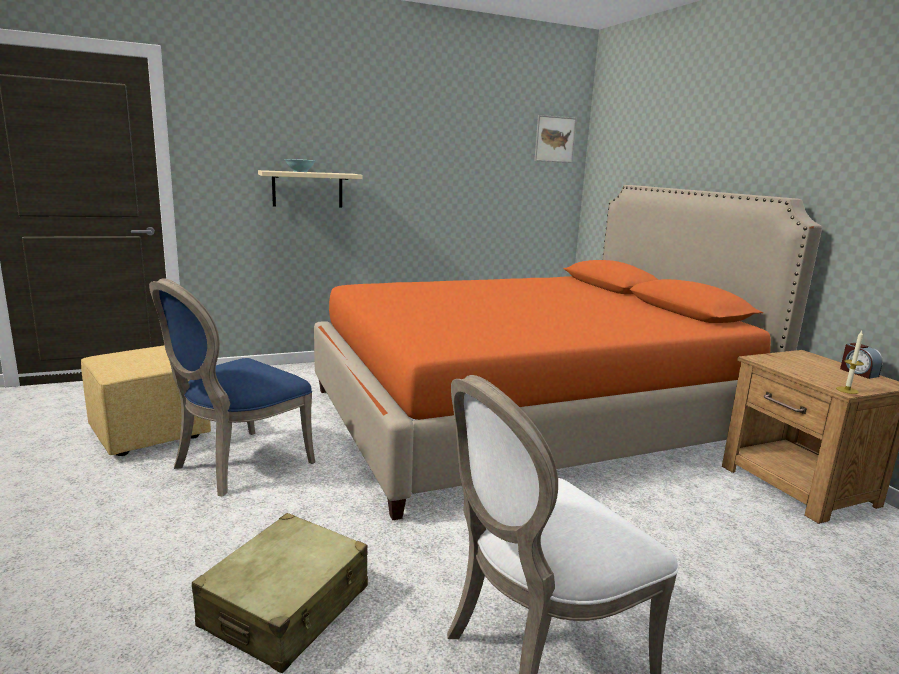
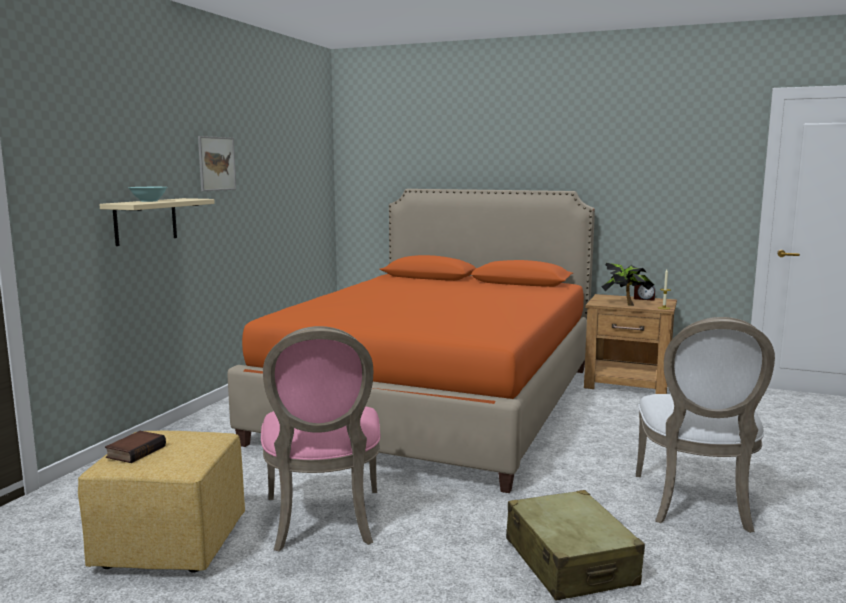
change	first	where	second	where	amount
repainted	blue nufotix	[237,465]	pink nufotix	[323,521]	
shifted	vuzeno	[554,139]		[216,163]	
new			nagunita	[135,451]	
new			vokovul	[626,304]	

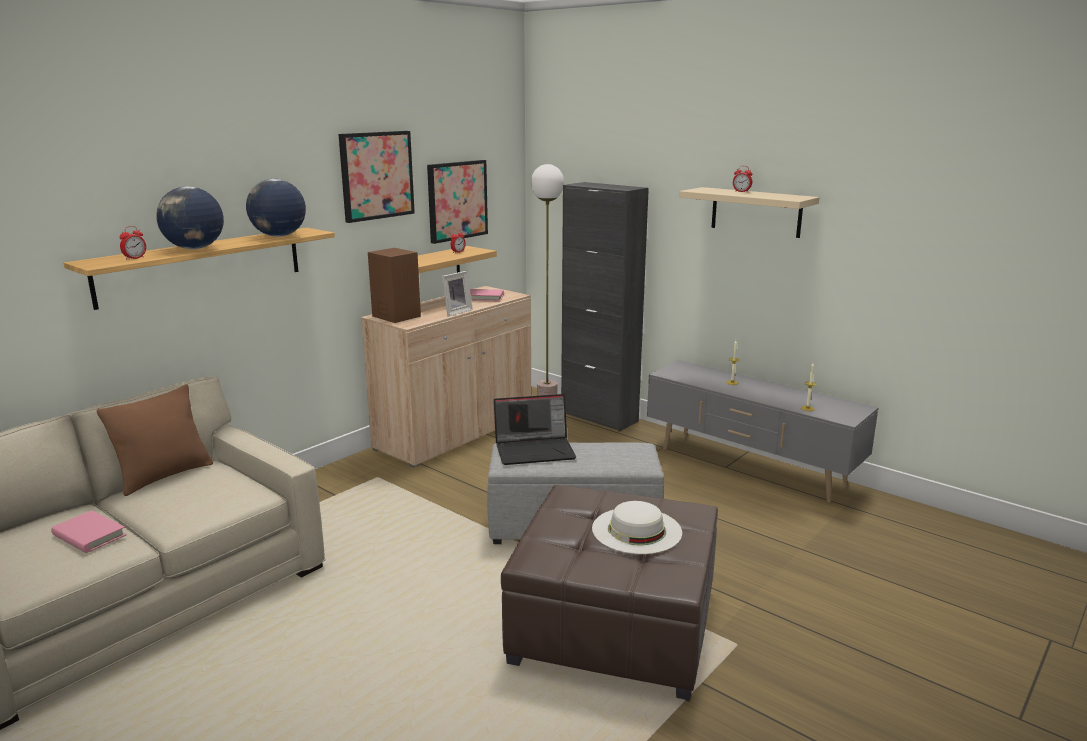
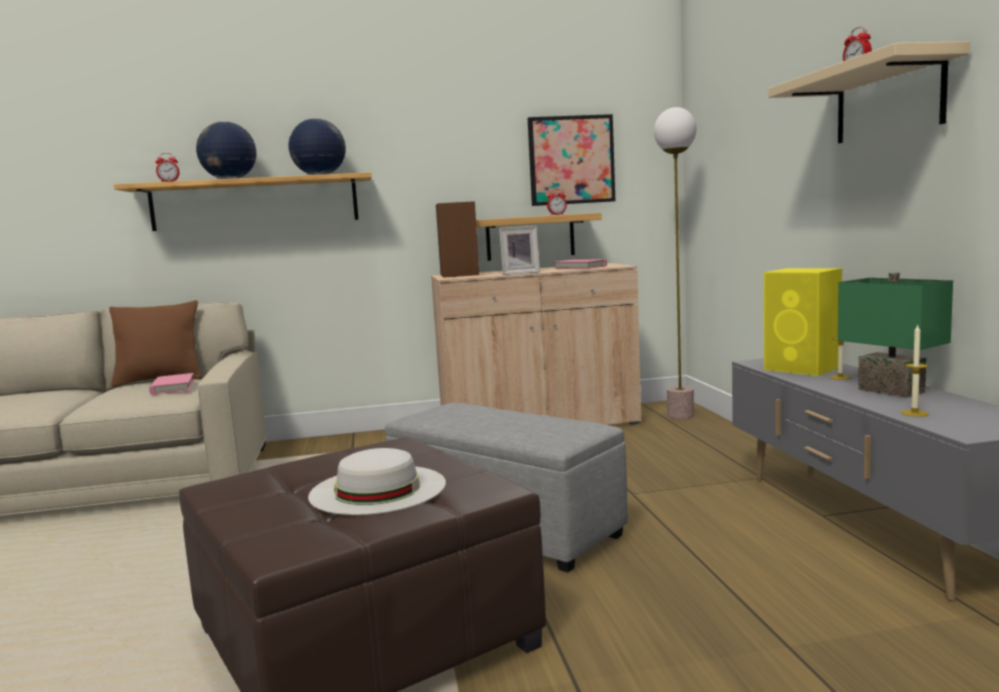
change	first	where	second	where	amount
shifted	pink nagunita	[89,535]		[173,387]	
gone	vuzeno	[376,175]			
gone	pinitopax	[535,450]			
gone	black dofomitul	[599,417]			
new			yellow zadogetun	[803,368]	
new			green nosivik	[893,390]	

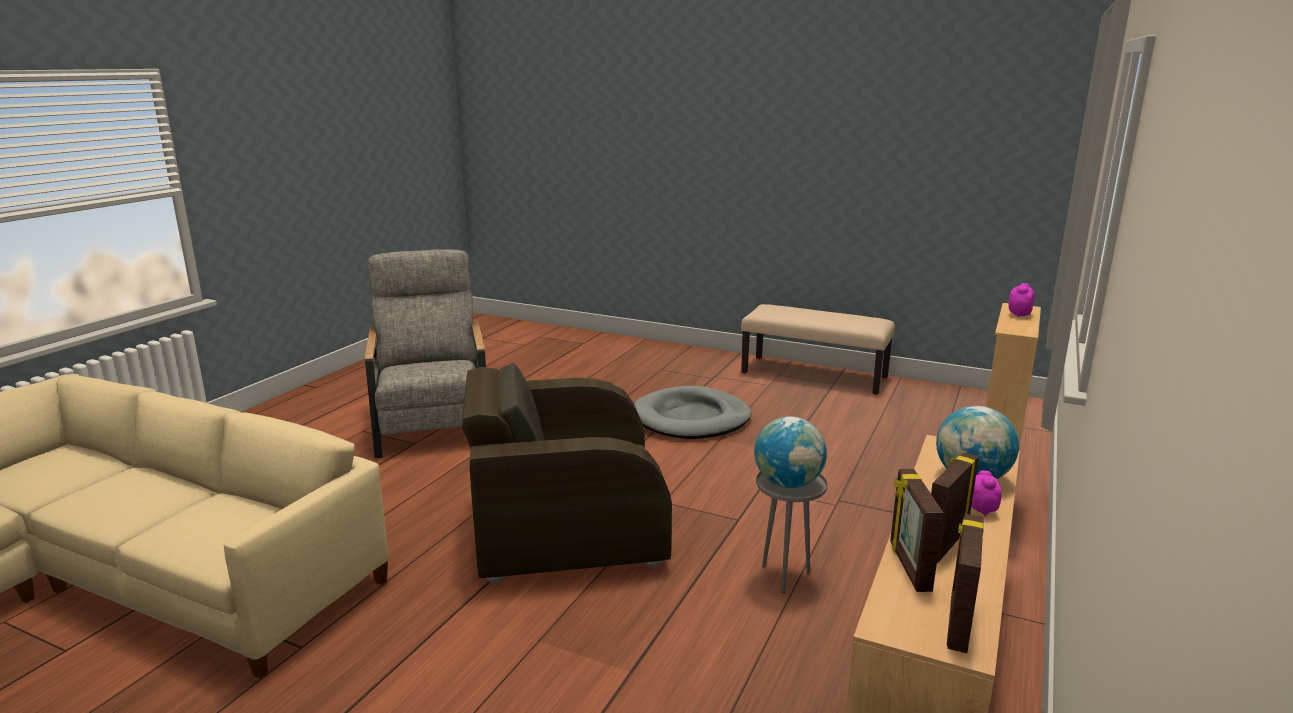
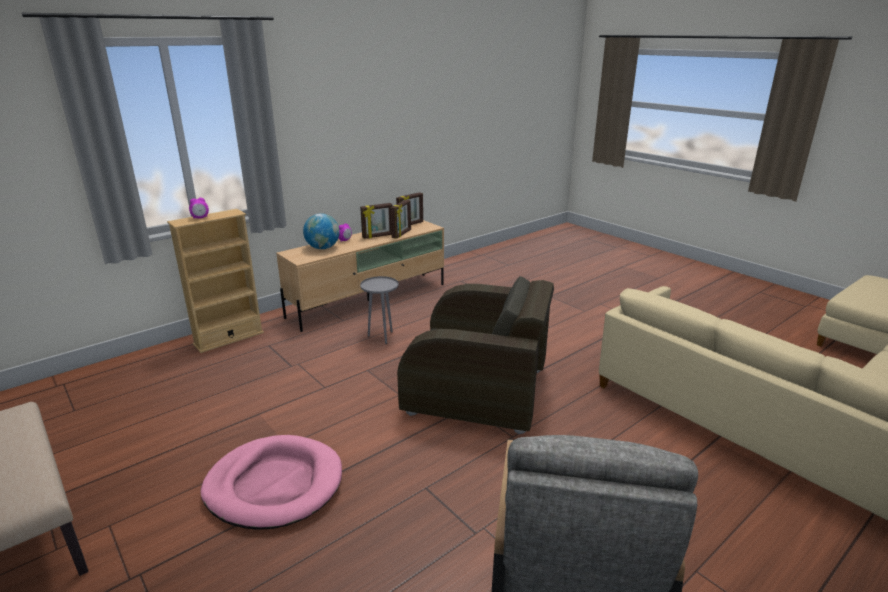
change	first	where	second	where	amount
repainted	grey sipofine	[691,418]	pink sipofine	[274,485]	
gone	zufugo	[788,484]			

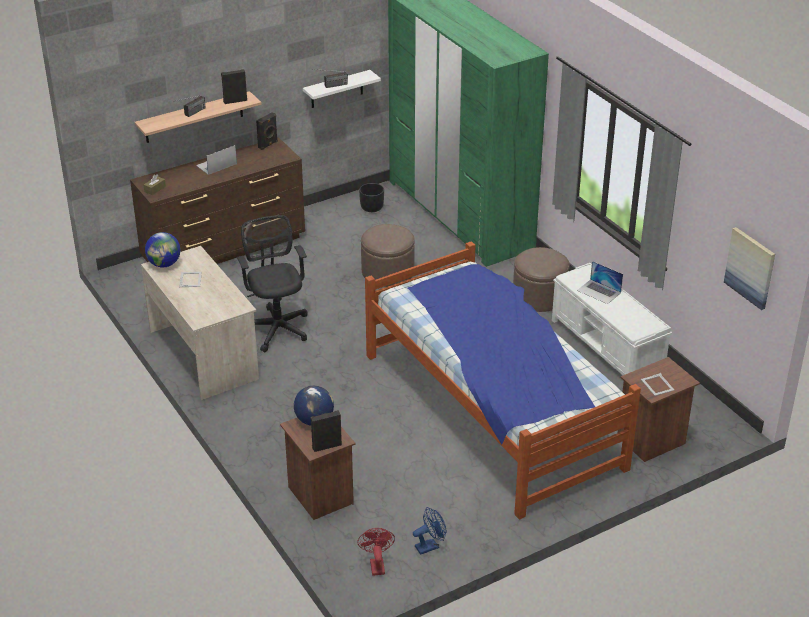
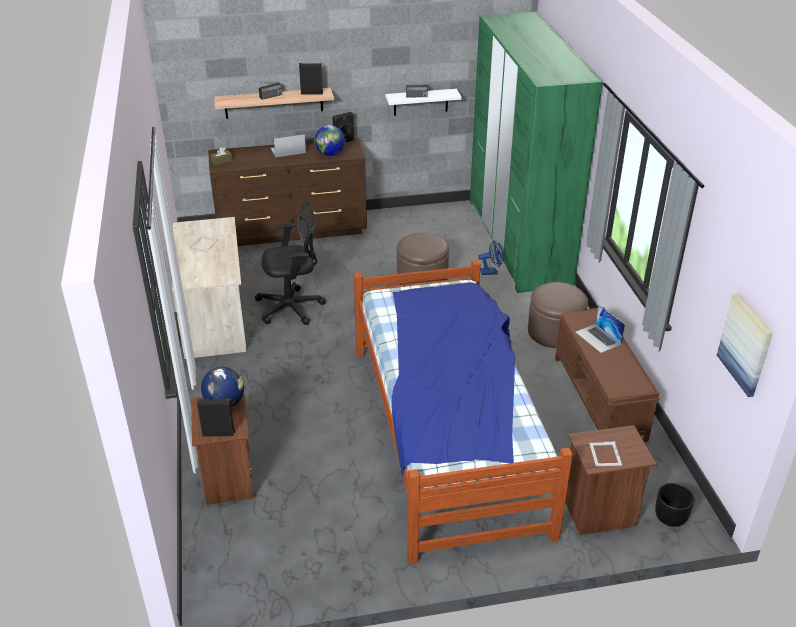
change	first	where	second	where	amount
shifted	zufugo	[164,264]		[330,154]	
rotated	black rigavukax	[277,327]		[293,307]	75 degrees clockwise
gone	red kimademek	[376,564]			
shifted	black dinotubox	[372,208]		[670,516]	
shifted	blue kimademek	[430,546]		[491,272]	
repainted	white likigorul	[607,347]	brown likigorul	[599,398]	

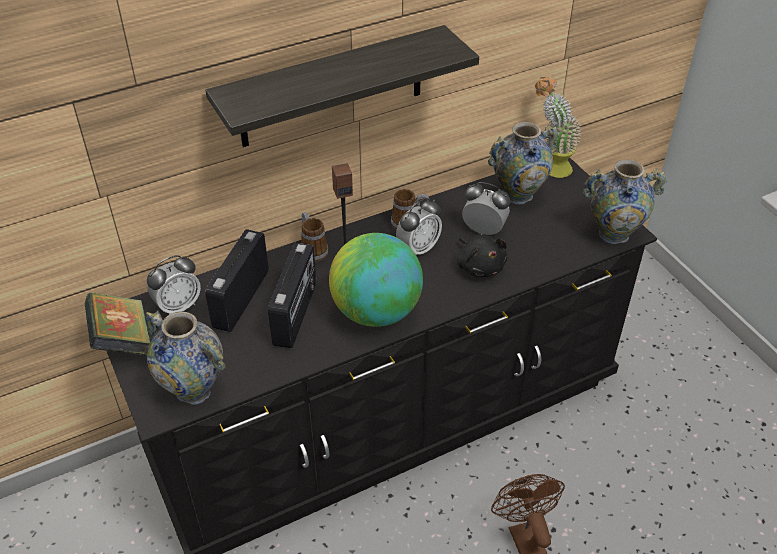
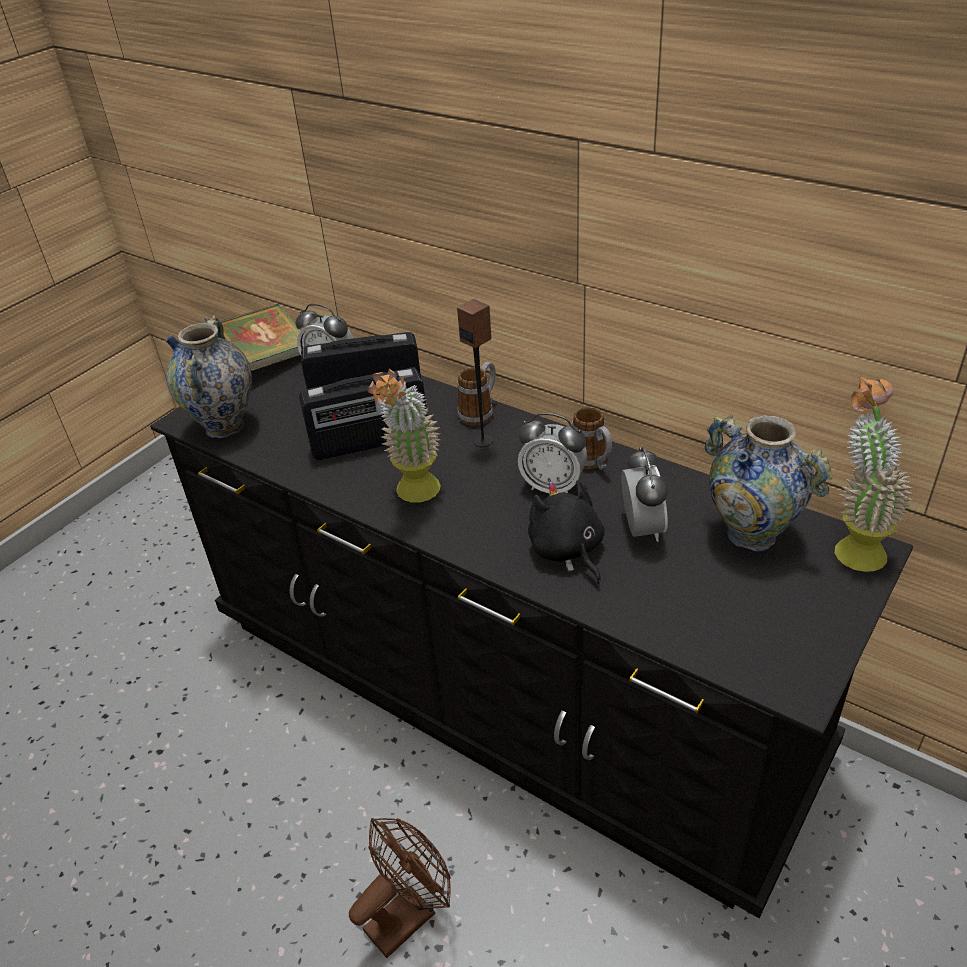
change	first	where	second	where	amount
gone	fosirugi	[332,87]			
swapped	zufugo	[376,312]	vokovul	[415,496]	
rotated	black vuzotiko	[480,266]		[567,551]	120 degrees clockwise
gone	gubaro	[614,234]			

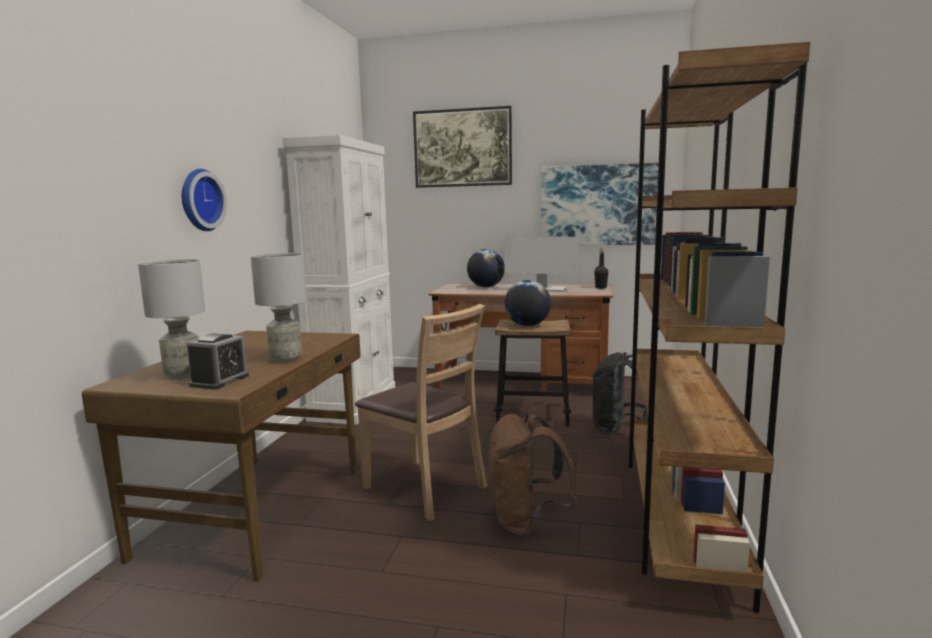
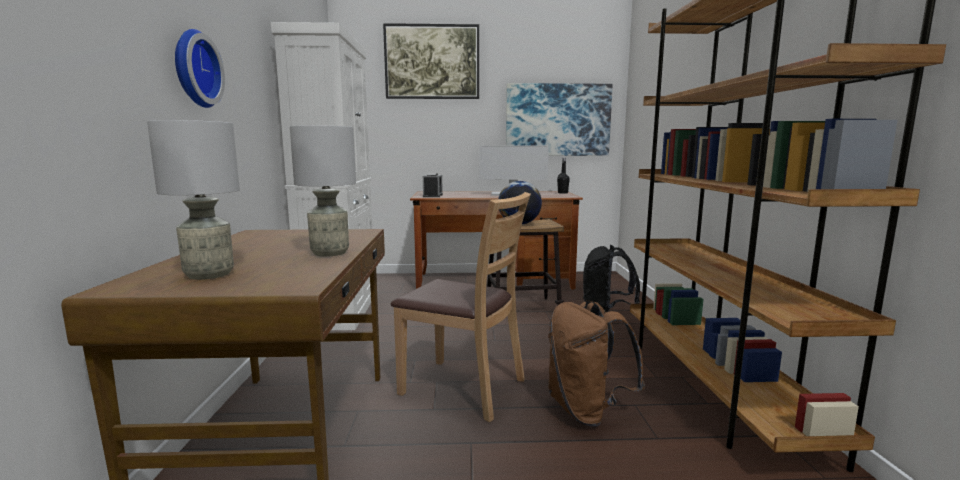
change	first	where	second	where	amount
shifted	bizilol	[220,381]		[432,196]	
gone	zufugo	[486,287]			

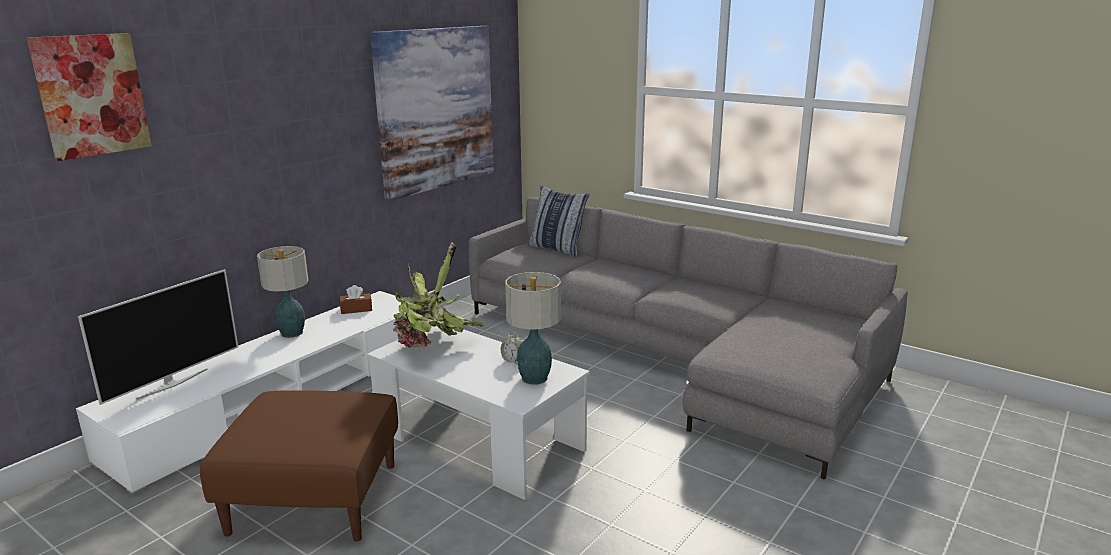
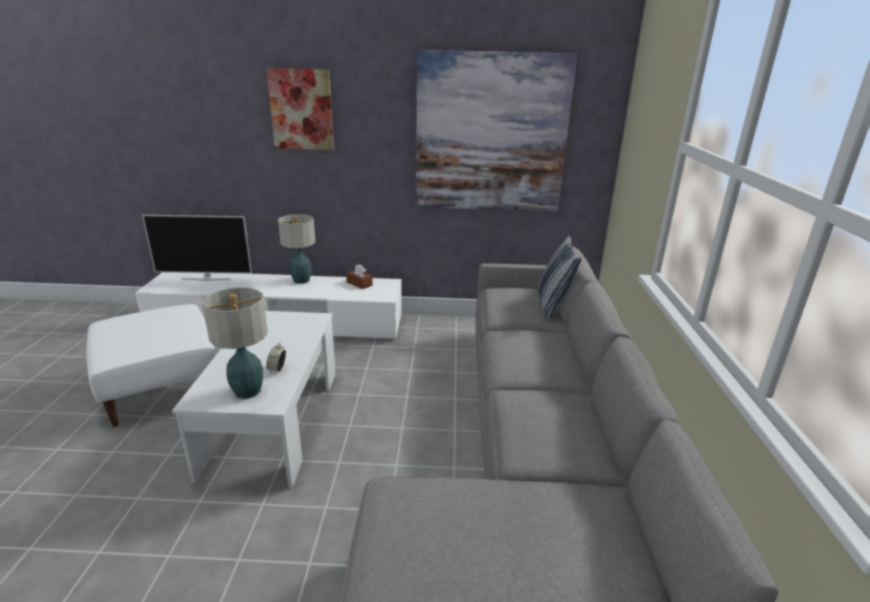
change	first	where	second	where	amount
shifted	vuzeno	[92,95]		[301,109]	
repainted	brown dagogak	[313,498]	white dagogak	[160,386]	
gone	vokovul	[433,347]			

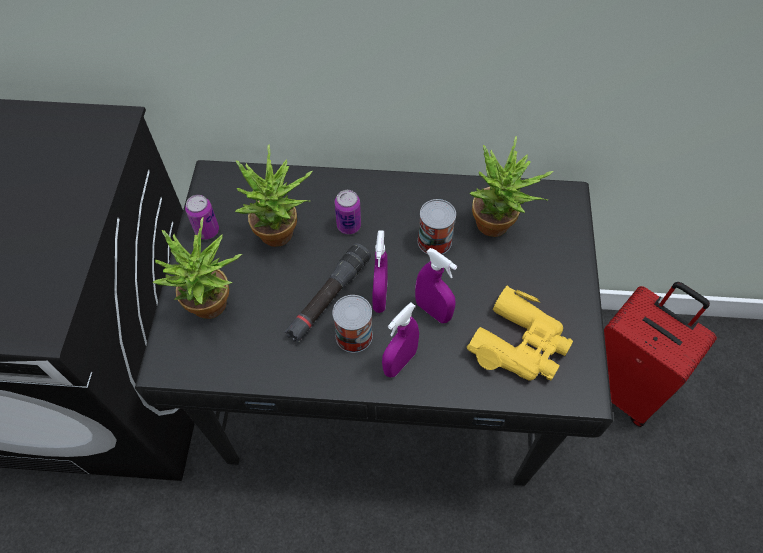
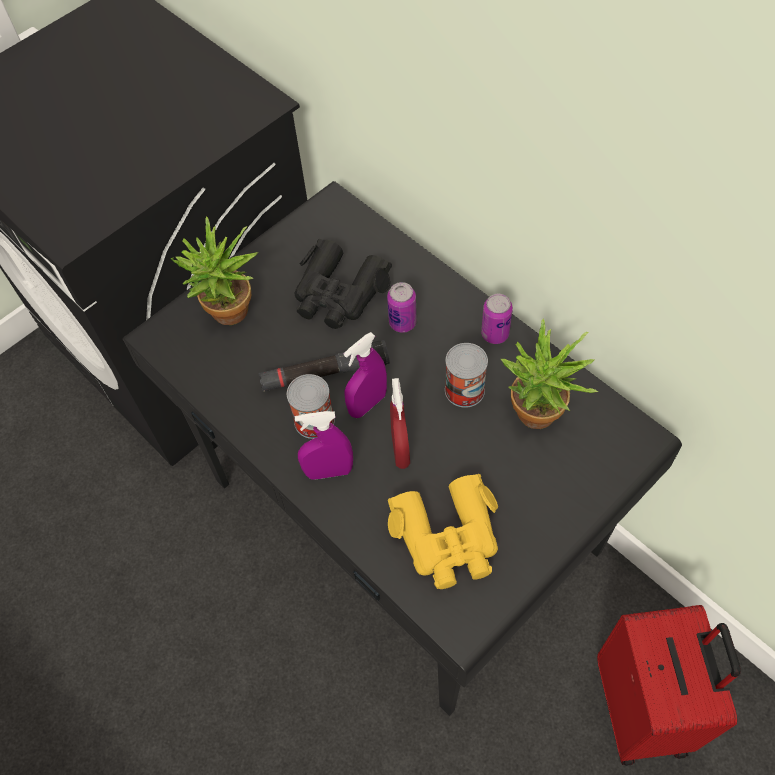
change	first	where	second	where	amount
shifted	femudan	[207,231]		[495,334]	
swapped	vokovul	[282,236]	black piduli	[338,294]	
repainted	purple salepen	[433,311]	red salepen	[400,450]	

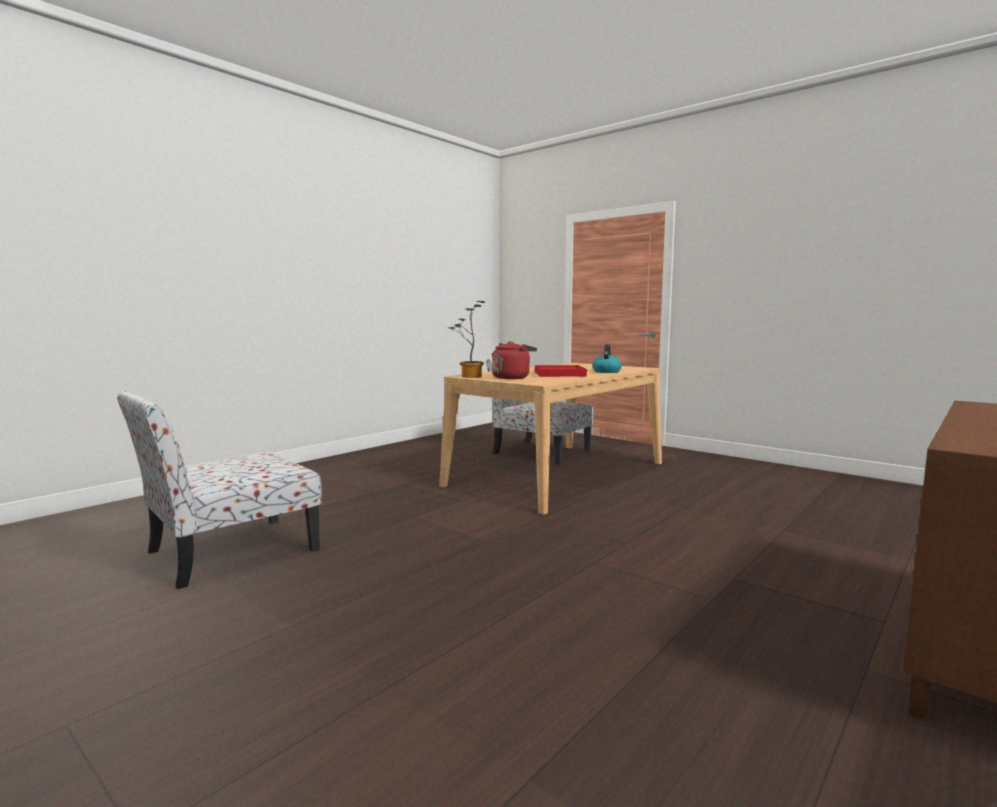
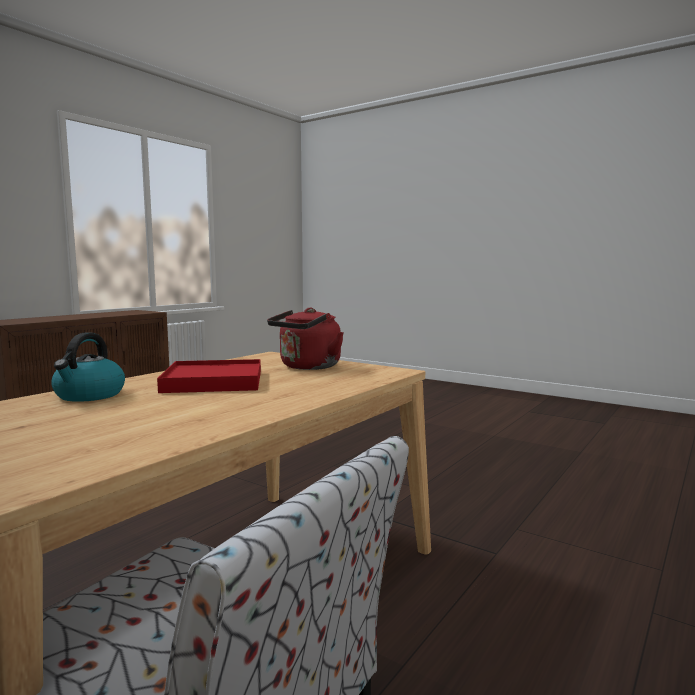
change	first	where	second	where	amount
gone	nufotix	[229,552]			
gone	vokovul	[468,377]			

